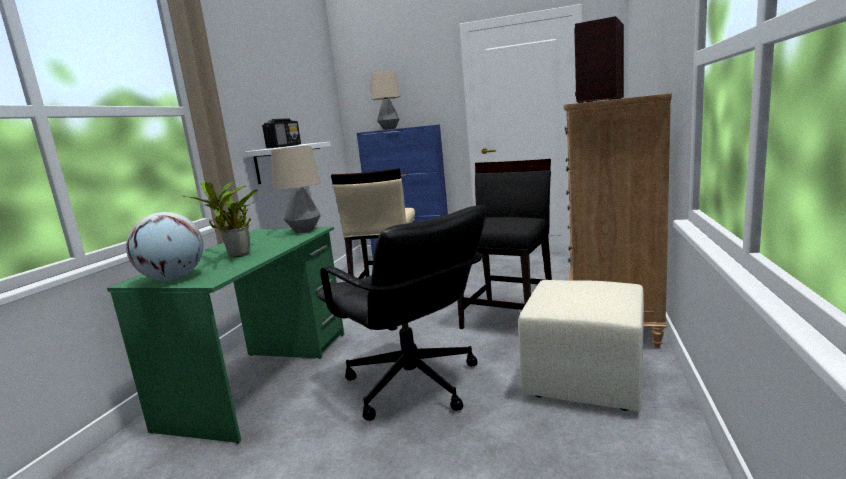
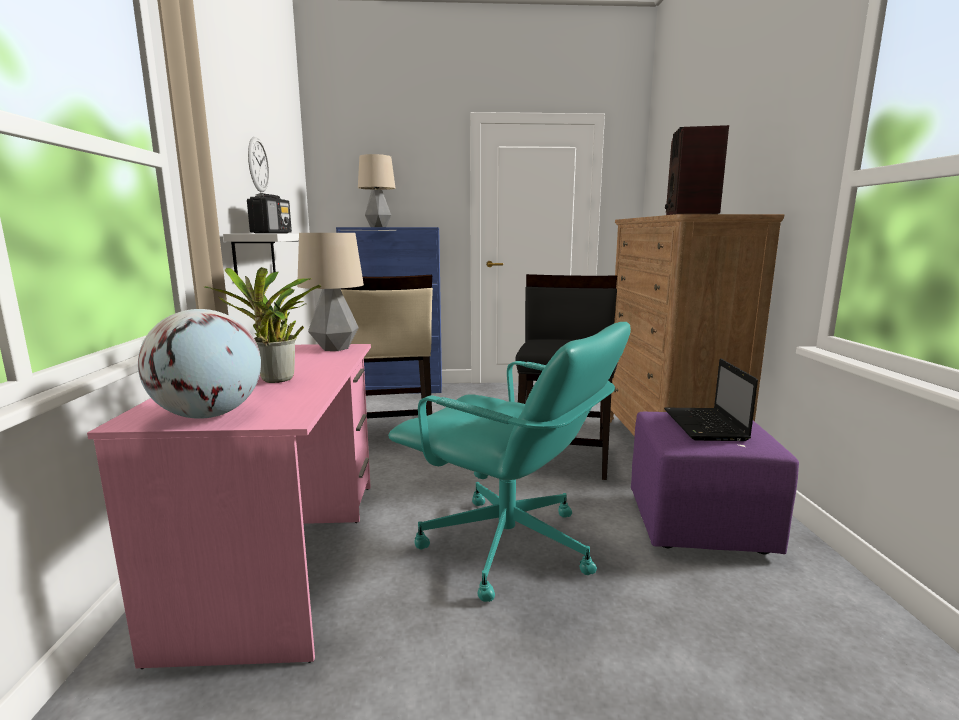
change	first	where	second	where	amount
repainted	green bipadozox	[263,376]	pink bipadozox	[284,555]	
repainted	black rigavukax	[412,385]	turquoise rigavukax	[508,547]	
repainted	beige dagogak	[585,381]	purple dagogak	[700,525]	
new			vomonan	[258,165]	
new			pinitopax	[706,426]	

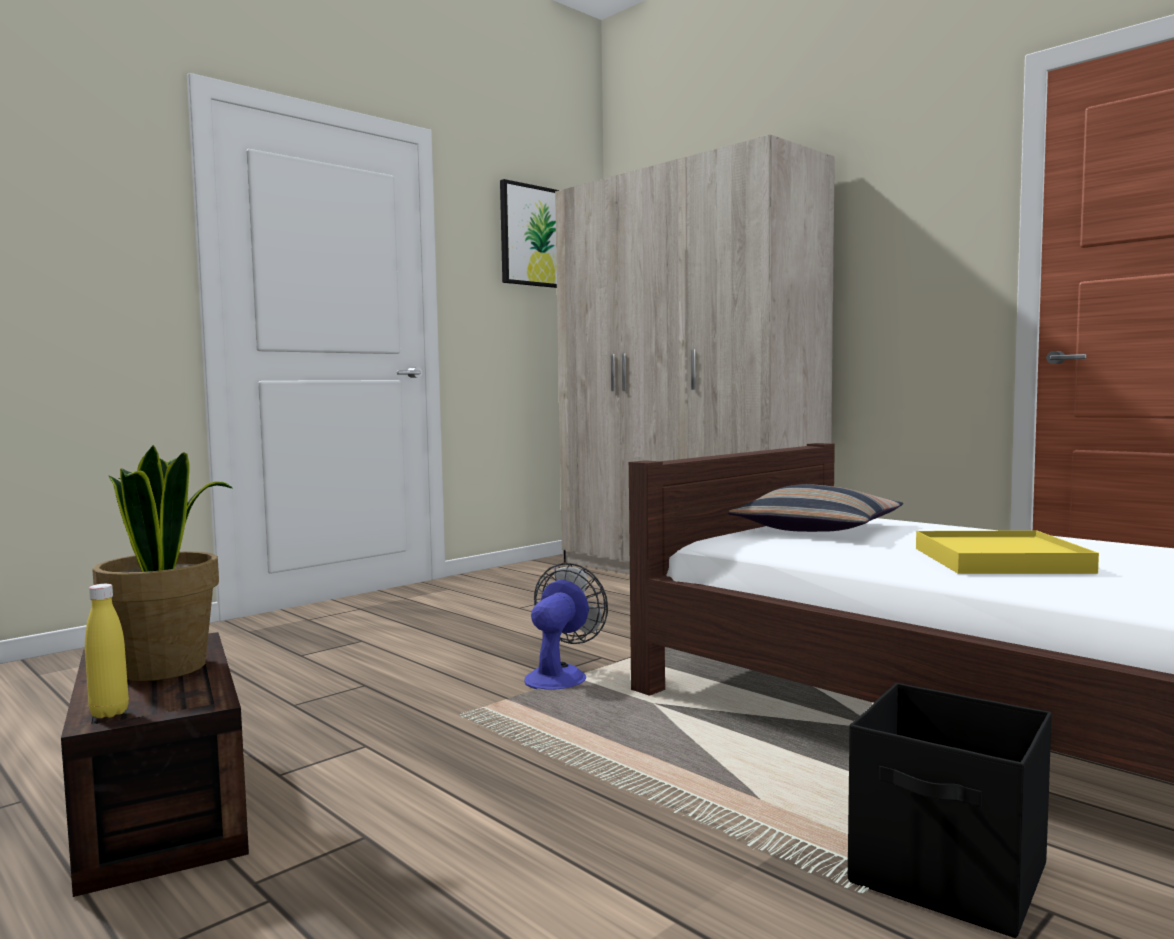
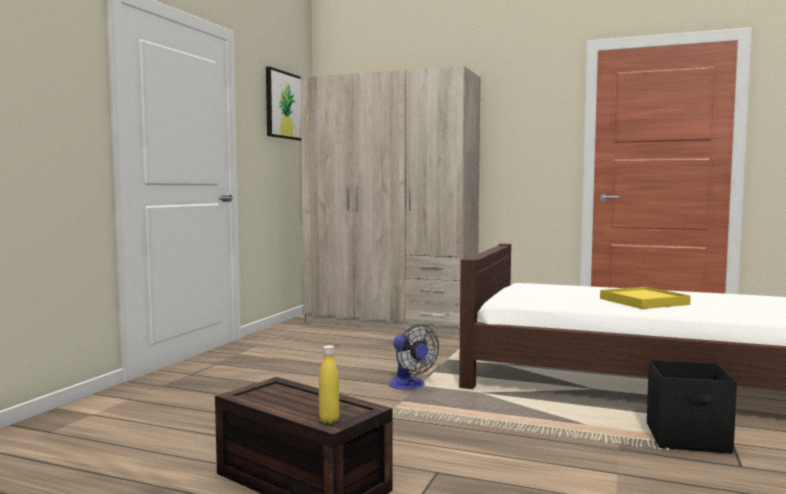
change	first	where	second	where	amount
gone	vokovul	[166,668]			
rotated	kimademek	[560,675]		[410,386]	150 degrees clockwise
gone	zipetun	[817,529]			

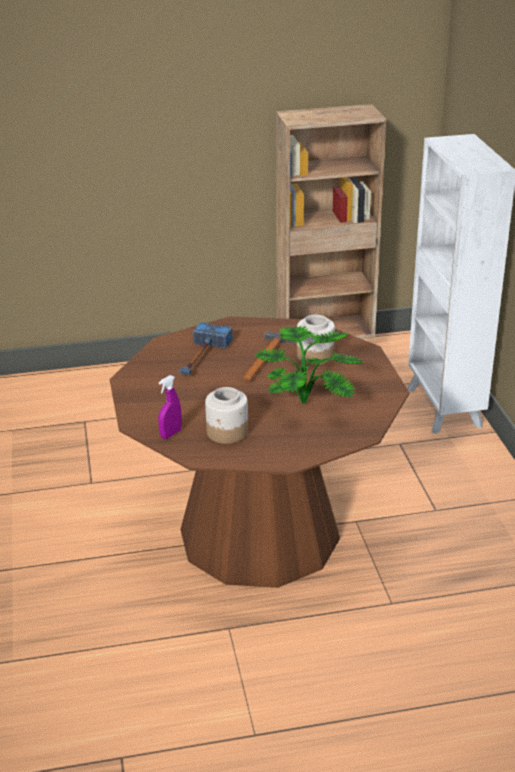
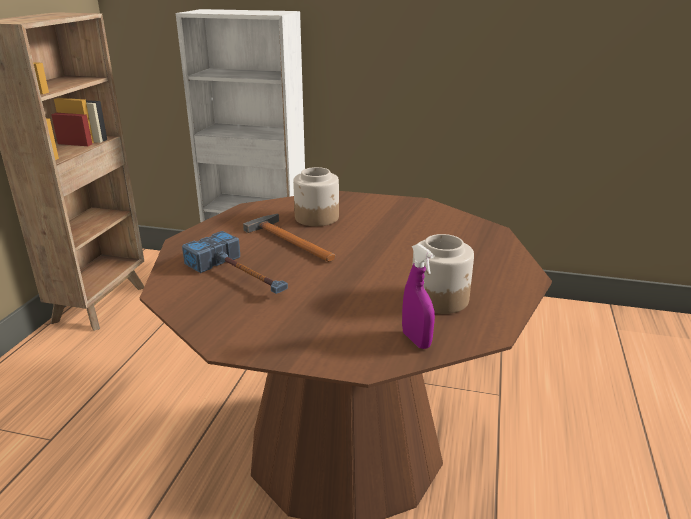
change	first	where	second	where	amount
gone	vokovul	[309,401]			

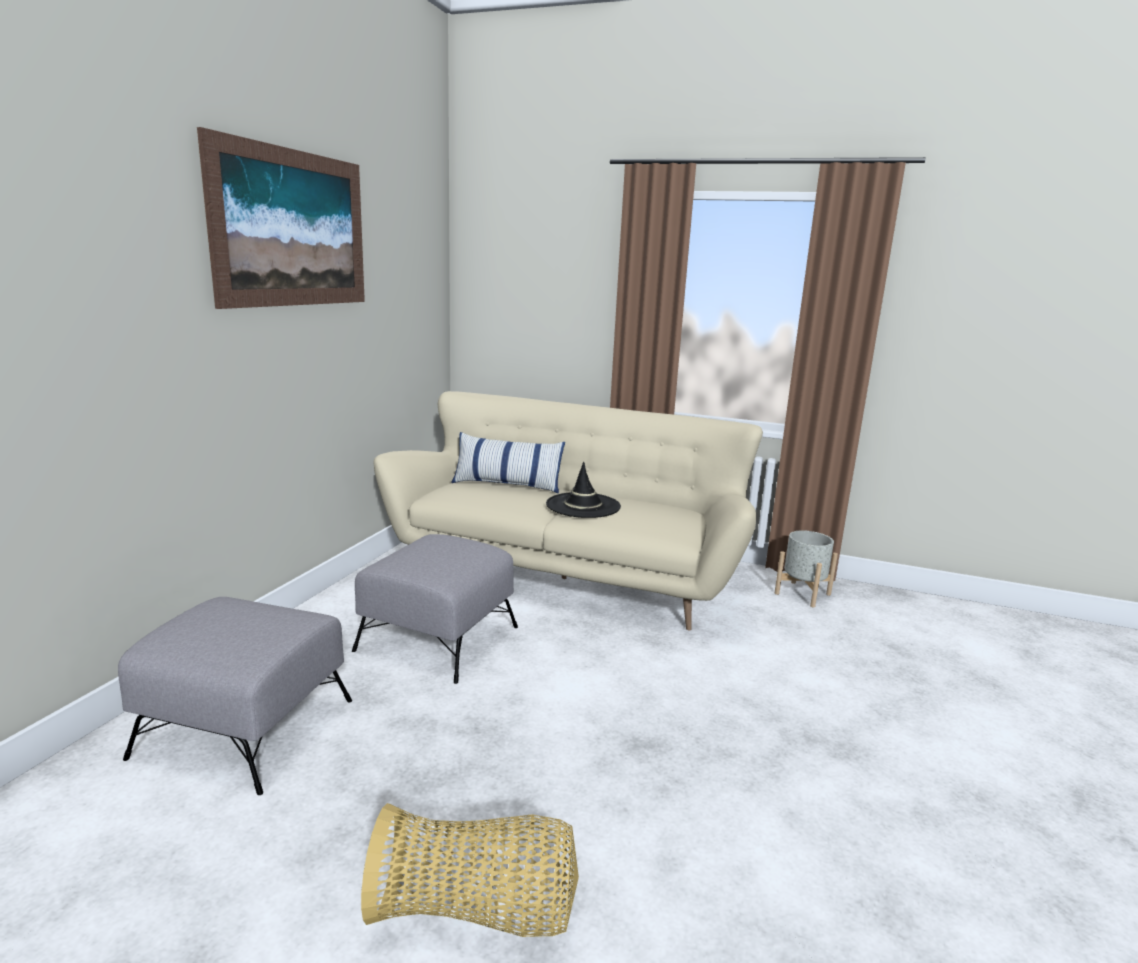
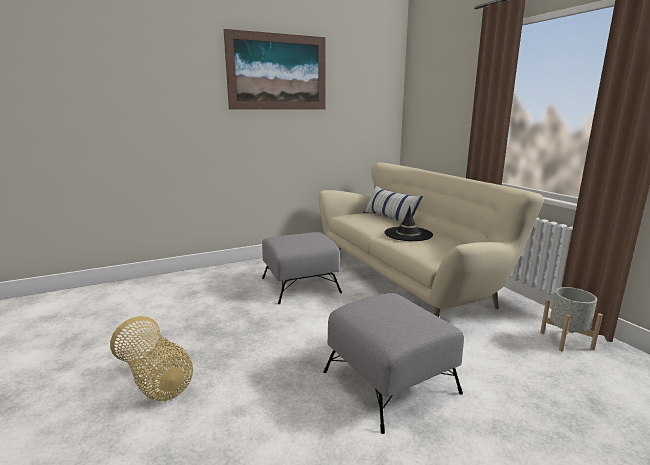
change	first	where	second	where	amount
shifted	grey dagogak	[246,728]		[390,382]	

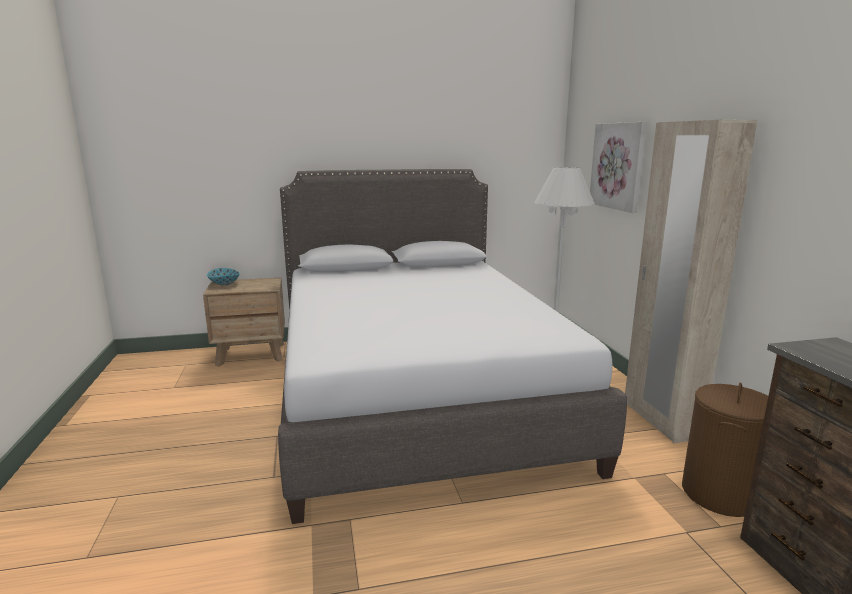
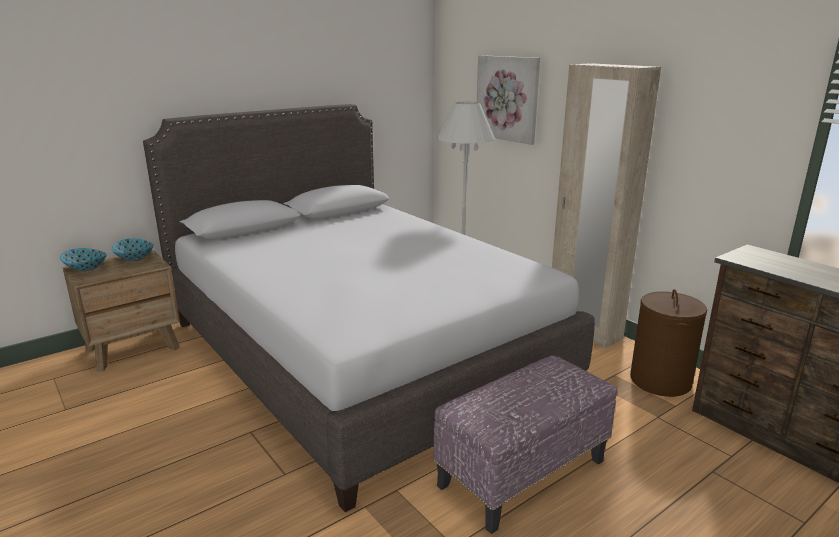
change	first	where	second	where	amount
new			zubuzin	[135,258]	
new			dagogak	[522,472]	

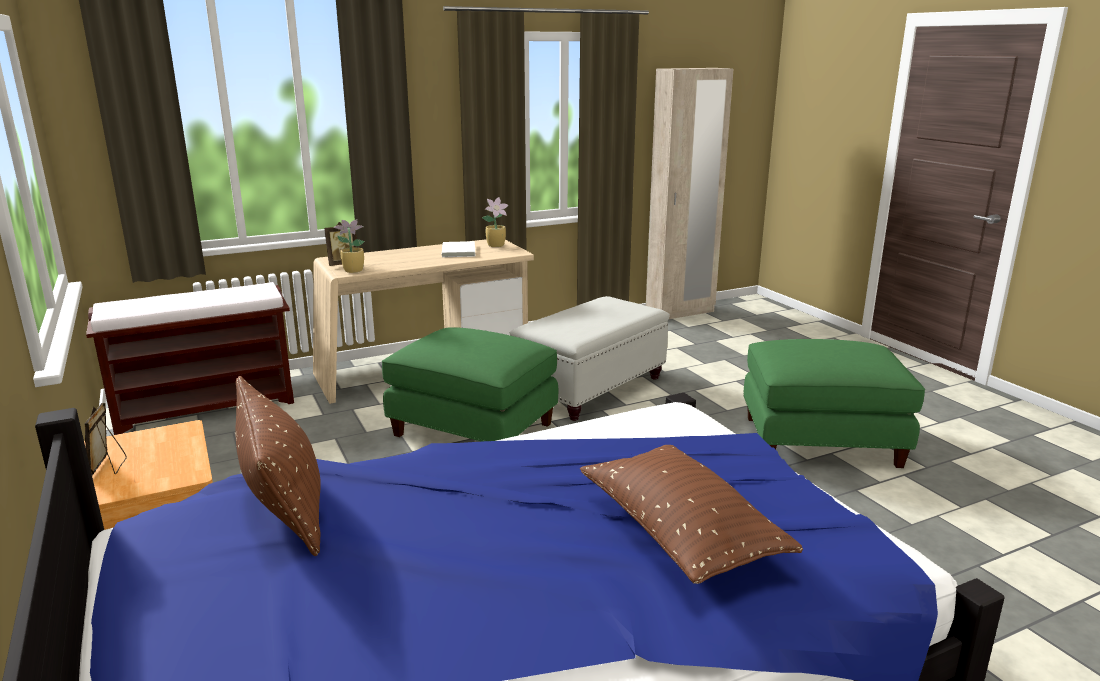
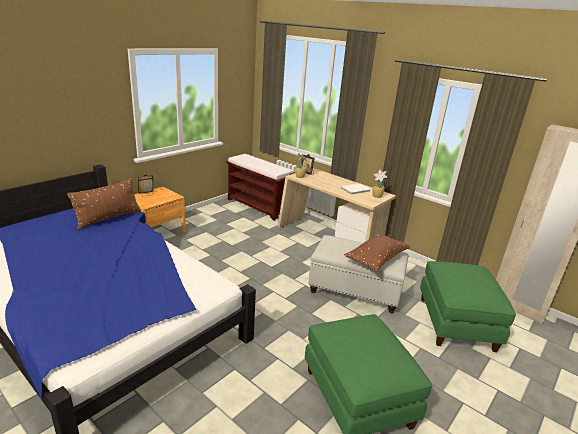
change	first	where	second	where	amount
shifted	green dagogak	[474,429]		[457,324]	
shifted	brown zipetun	[679,533]		[376,259]	

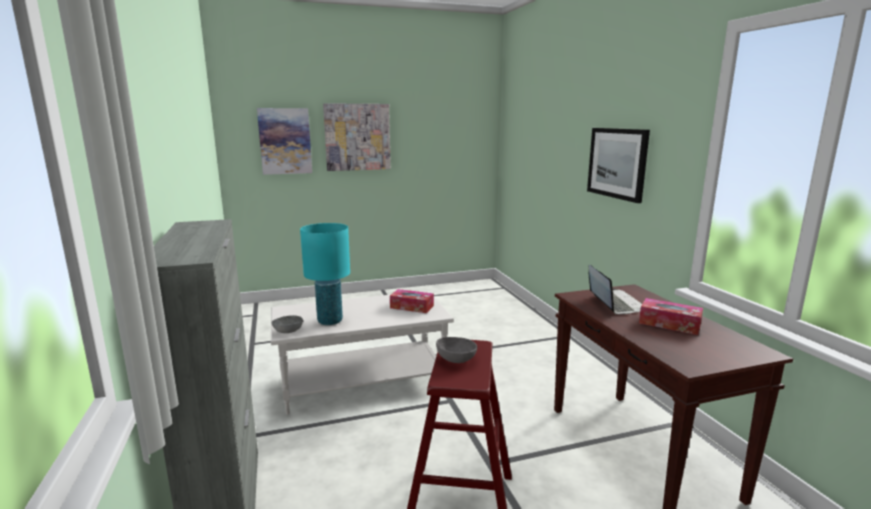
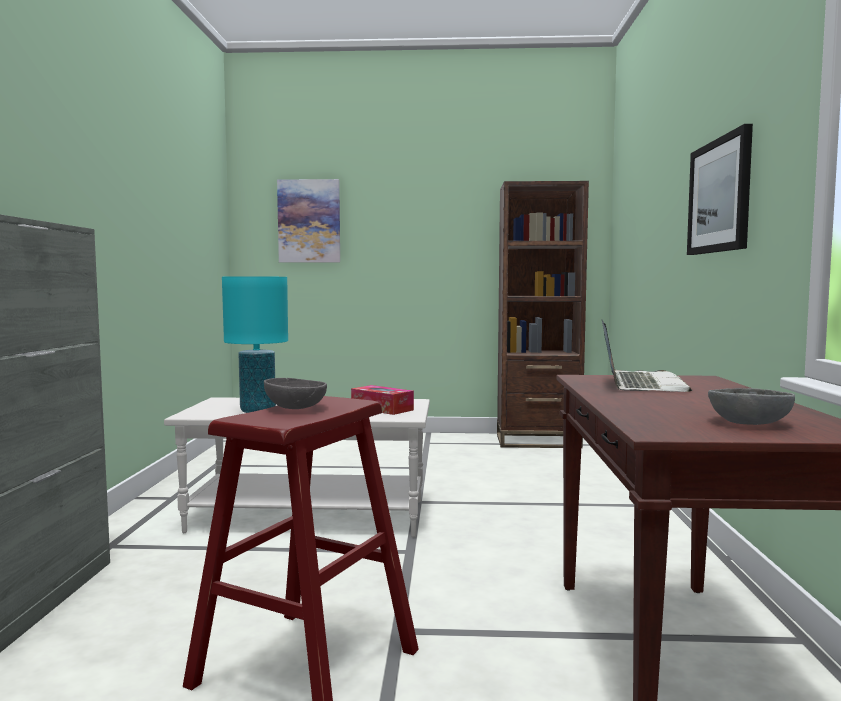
change	first	where	second	where	amount
shifted	grey zubuzin	[288,331]		[747,423]	
gone	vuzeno	[357,137]			
gone	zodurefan	[669,324]			
new			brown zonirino	[538,441]	

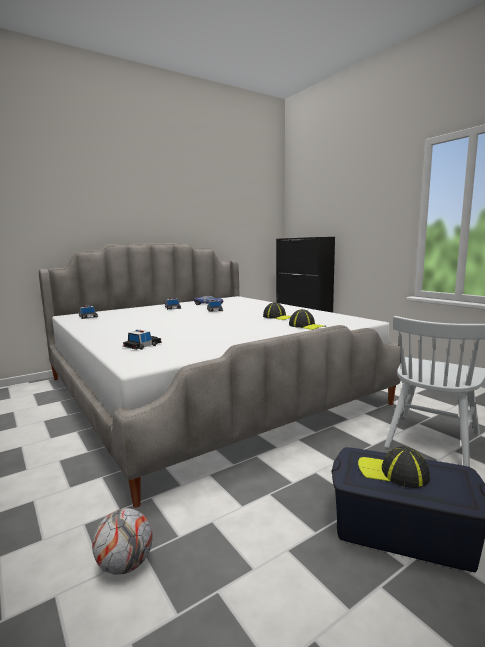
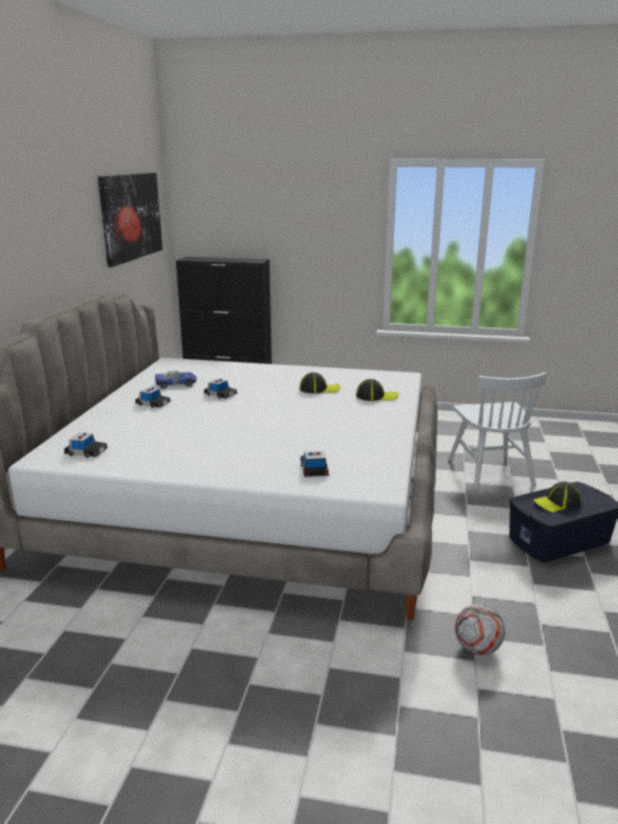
change	first	where	second	where	amount
new			vuzeno	[131,217]	

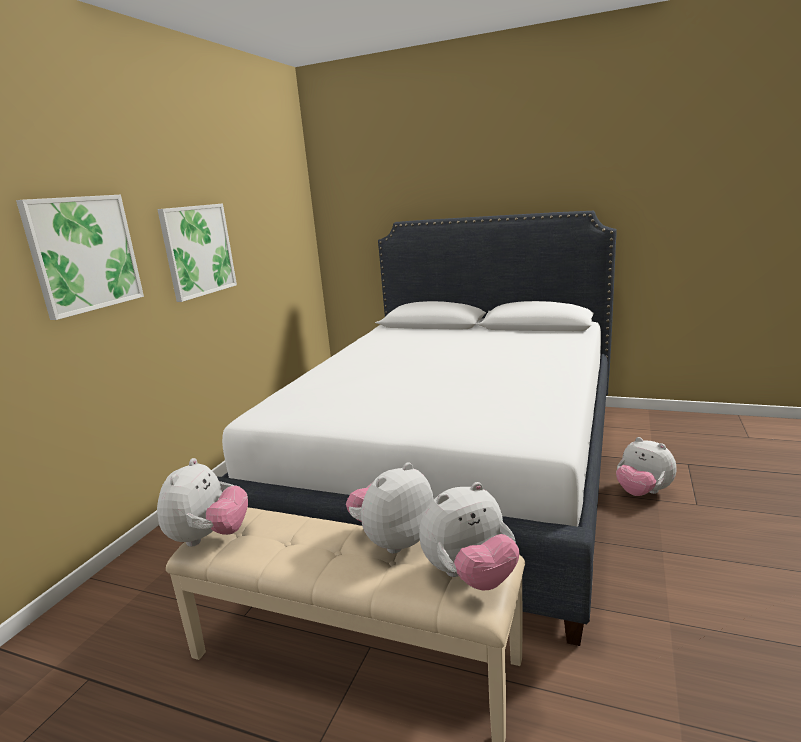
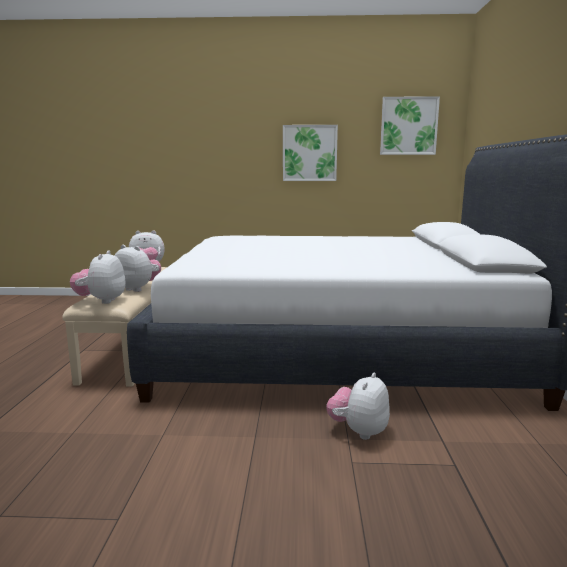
change	first	where	second	where	amount
shifted	vuzeno	[84,254]		[408,126]	
rotated	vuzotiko	[470,576]		[101,301]	45 degrees clockwise

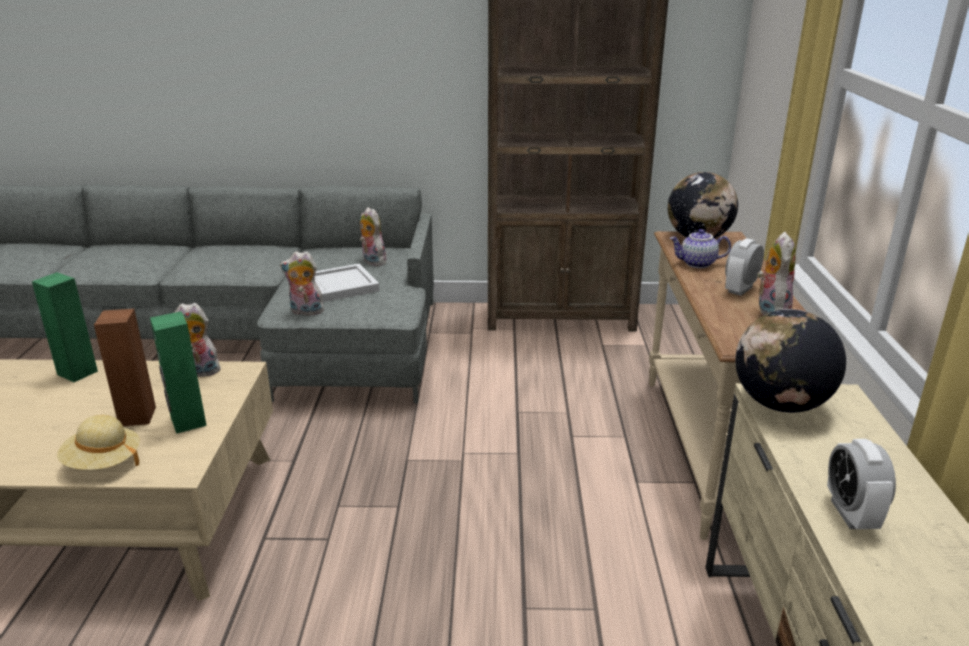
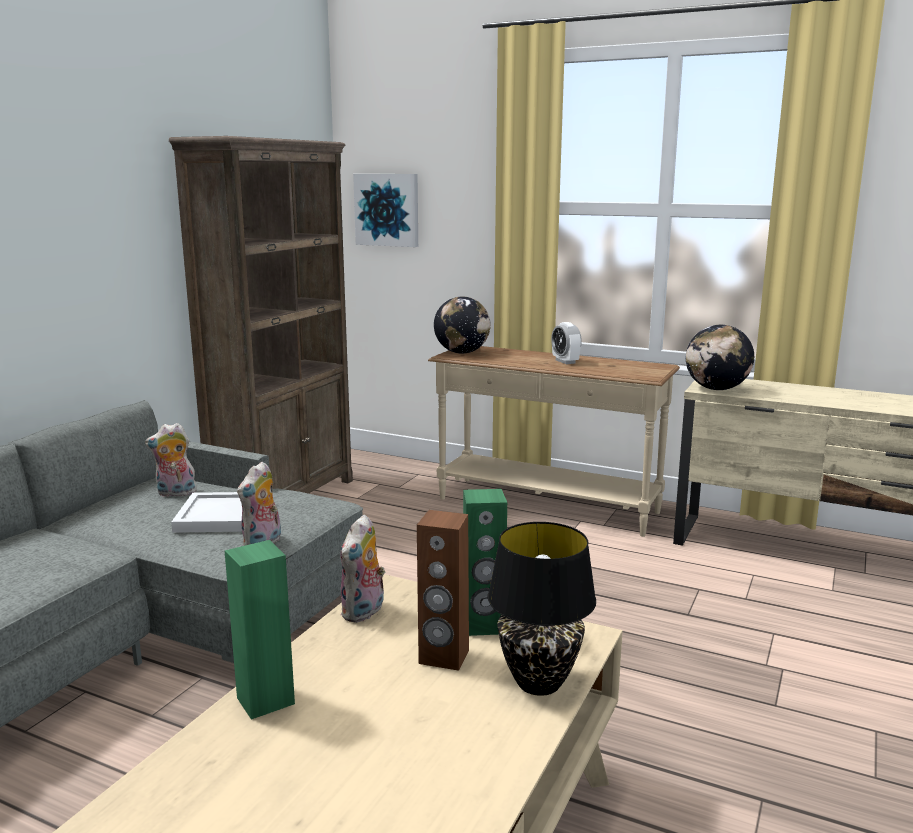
change	first	where	second	where	amount
swapped	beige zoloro	[103,463]	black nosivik	[540,683]	
gone	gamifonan	[697,264]			
gone	vuzotiko	[770,310]			
gone	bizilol	[851,514]			
new			vuzeno	[387,210]	

